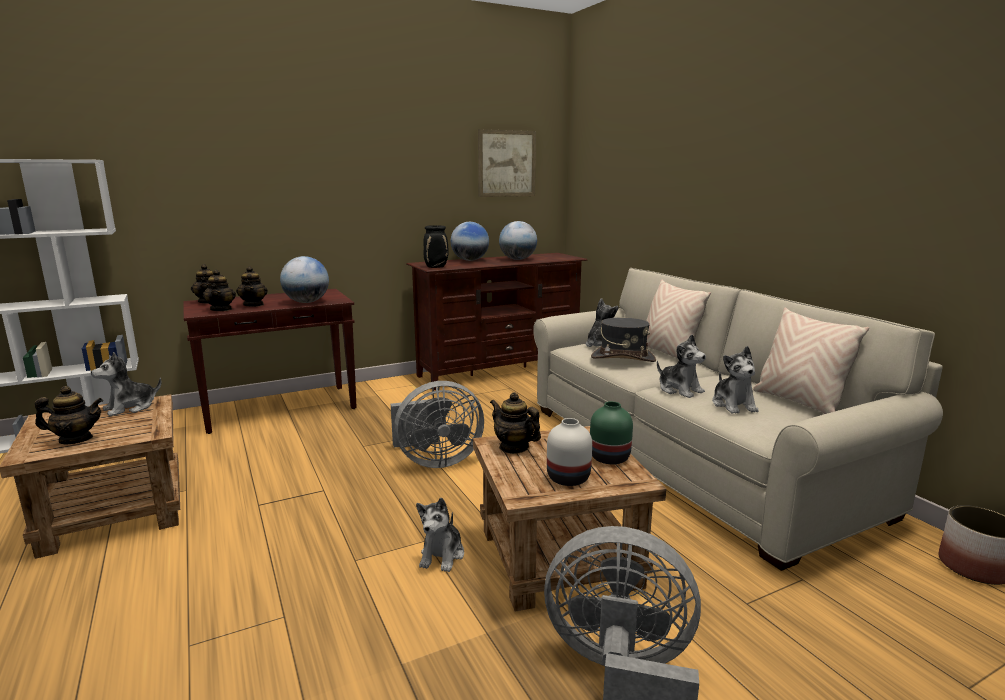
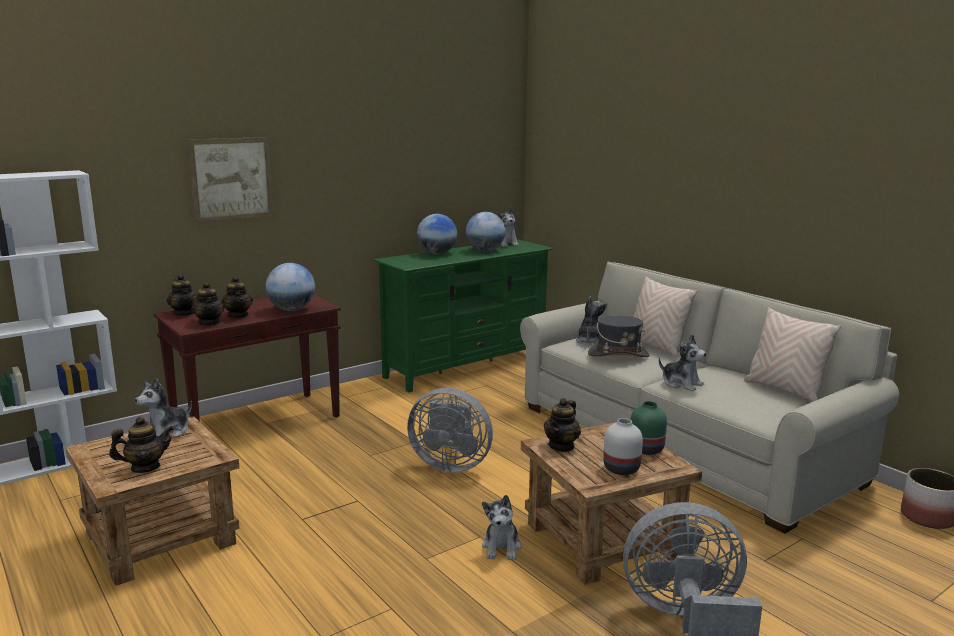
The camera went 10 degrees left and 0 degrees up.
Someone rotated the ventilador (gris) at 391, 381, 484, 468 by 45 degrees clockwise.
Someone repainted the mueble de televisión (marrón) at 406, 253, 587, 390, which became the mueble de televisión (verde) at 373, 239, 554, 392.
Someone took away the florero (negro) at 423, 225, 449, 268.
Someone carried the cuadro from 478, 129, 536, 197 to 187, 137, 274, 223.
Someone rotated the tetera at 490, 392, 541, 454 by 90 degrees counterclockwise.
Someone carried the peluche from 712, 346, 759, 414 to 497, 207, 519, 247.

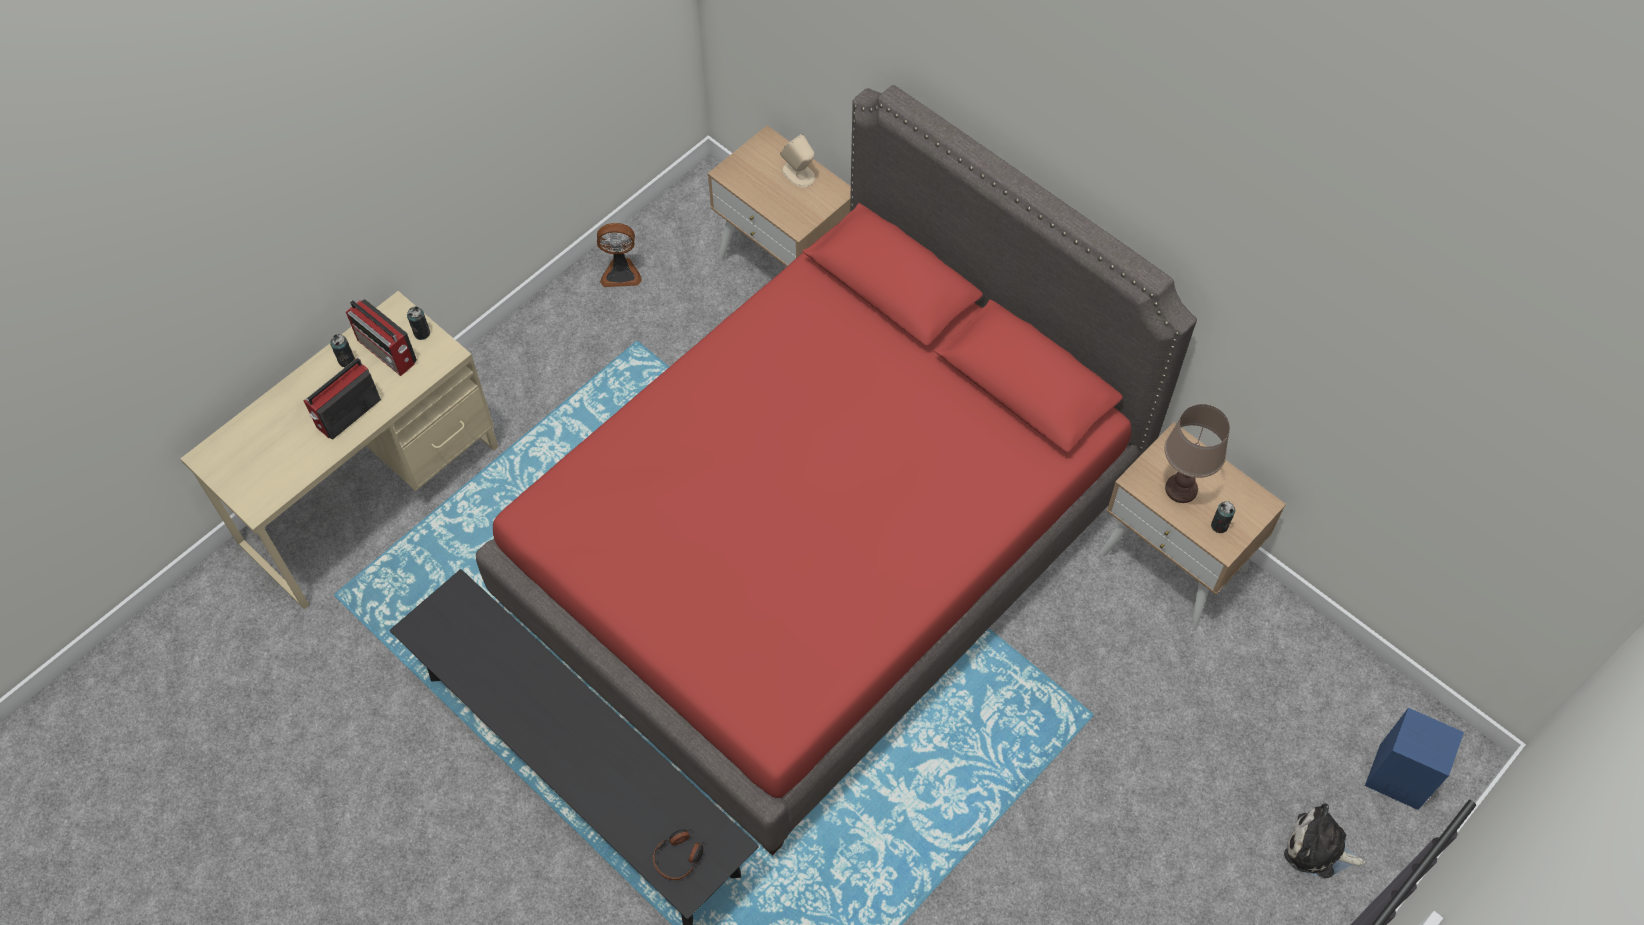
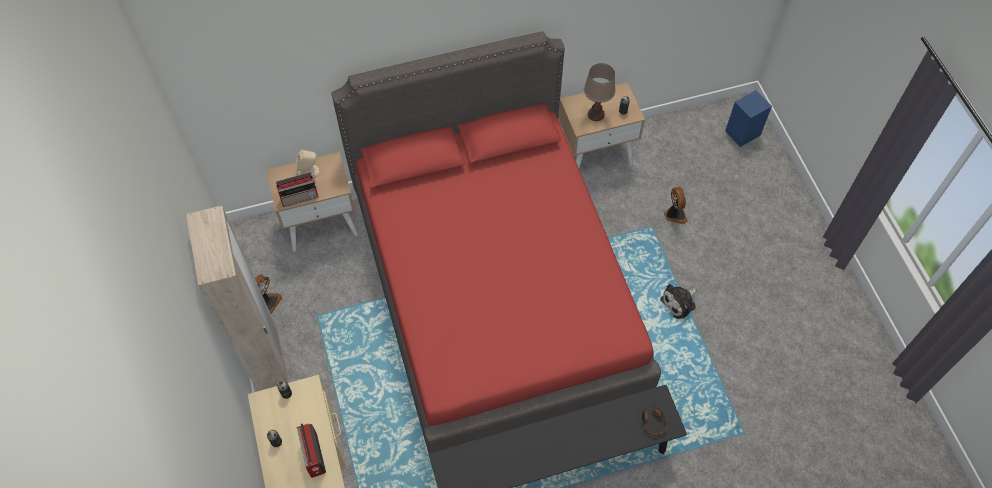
The camera went 60 degrees left and 0 degrees up.
Someone carried the radio from 346, 299, 417, 376 to 276, 172, 319, 207.
Someone carried the peluche from 1284, 804, 1365, 878 to 660, 284, 697, 319.
Someone put down the armario ropero (beis) at 186, 206, 289, 391.
Someone put down the ventilador at 664, 187, 688, 224.

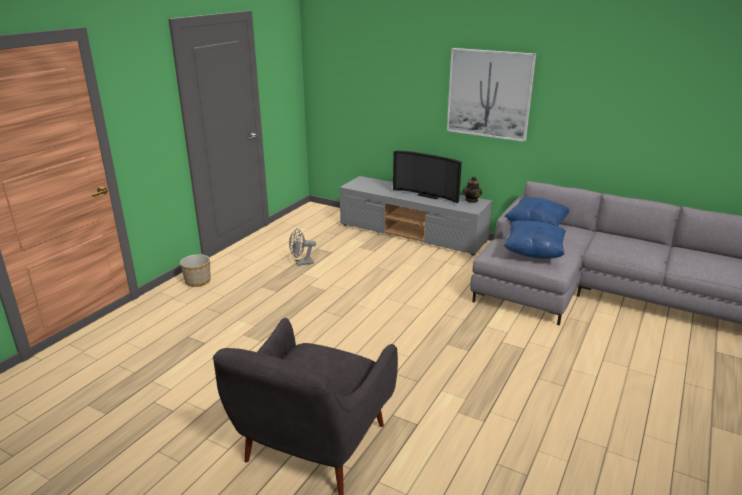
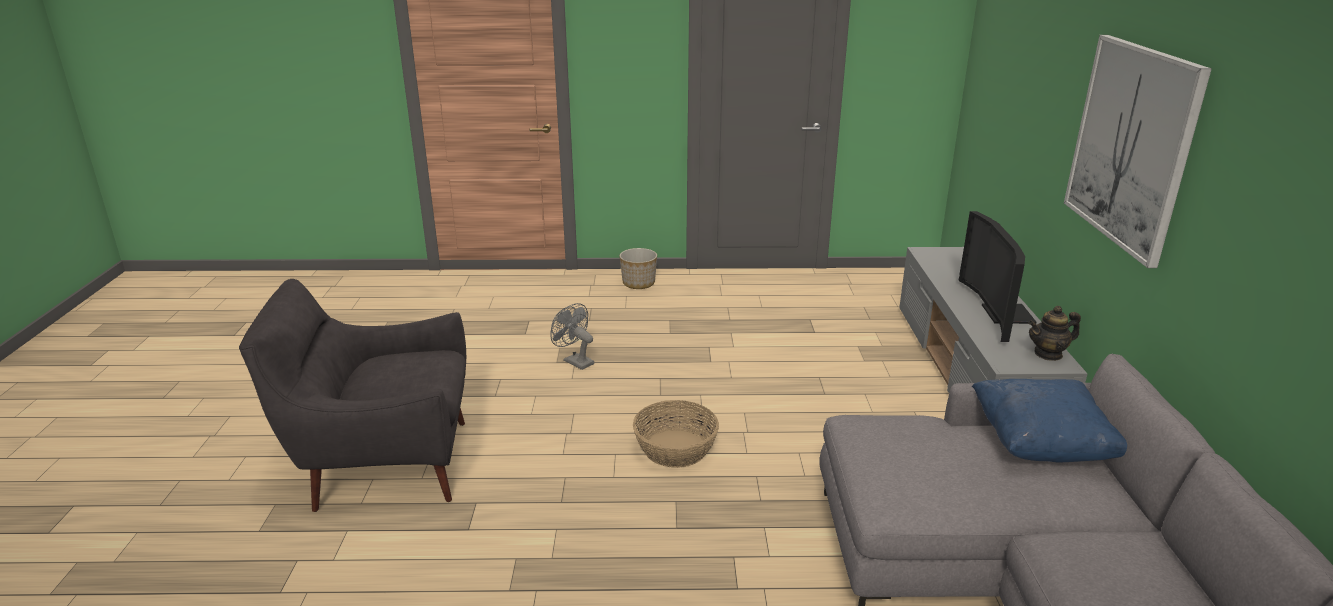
The camera went 60 degrees right and 0 degrees up.
Someone carried the ventilador (gris) from 289, 228, 316, 266 to 550, 303, 594, 370.
Someone took away the cojín (azul) at 503, 220, 566, 259.
Someone put down the cesta at 633, 400, 719, 468.

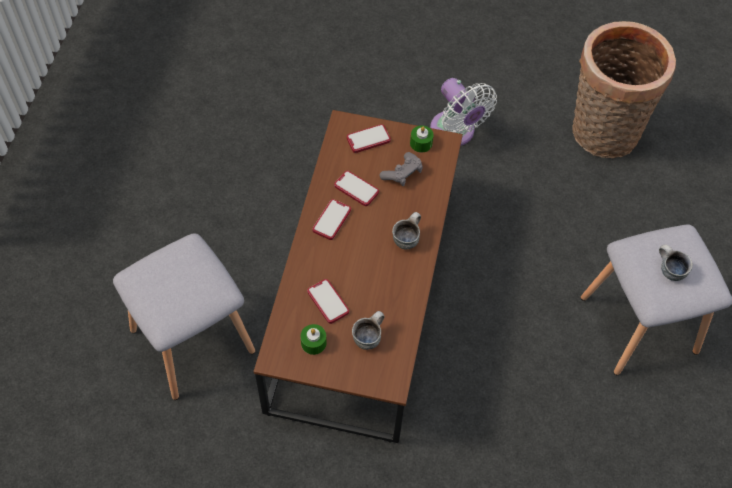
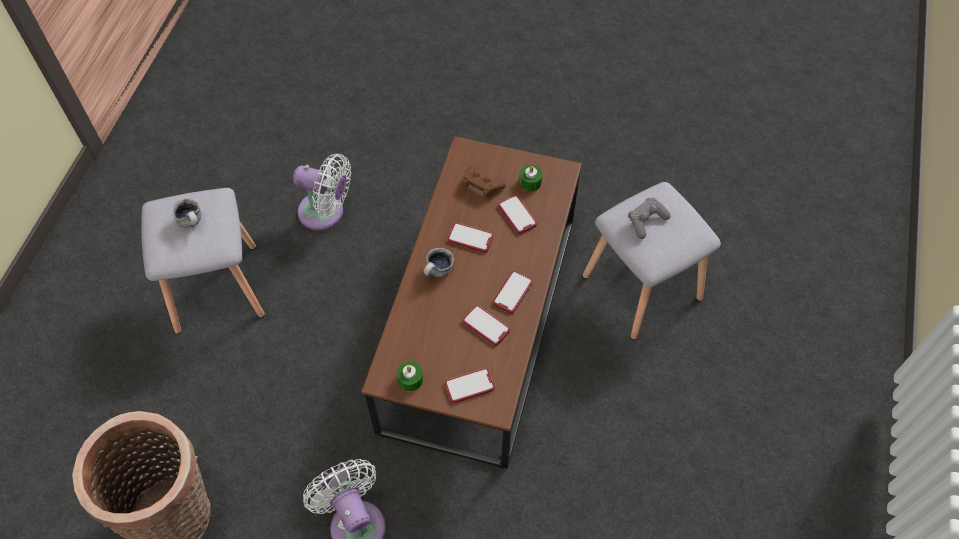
The camera went 175 degrees left and 0 degrees up.
Someone swapped the taza grande at 352, 311, 384, 350 for the mando de consola (marrón) at 463, 166, 506, 198.
Someone carried the mando de consola (gris) from 380, 152, 423, 186 to 628, 198, 671, 239.
Someone put down the ventilador (blanco) at 293, 154, 351, 230.
Someone put down the móvil at 448, 223, 493, 253.

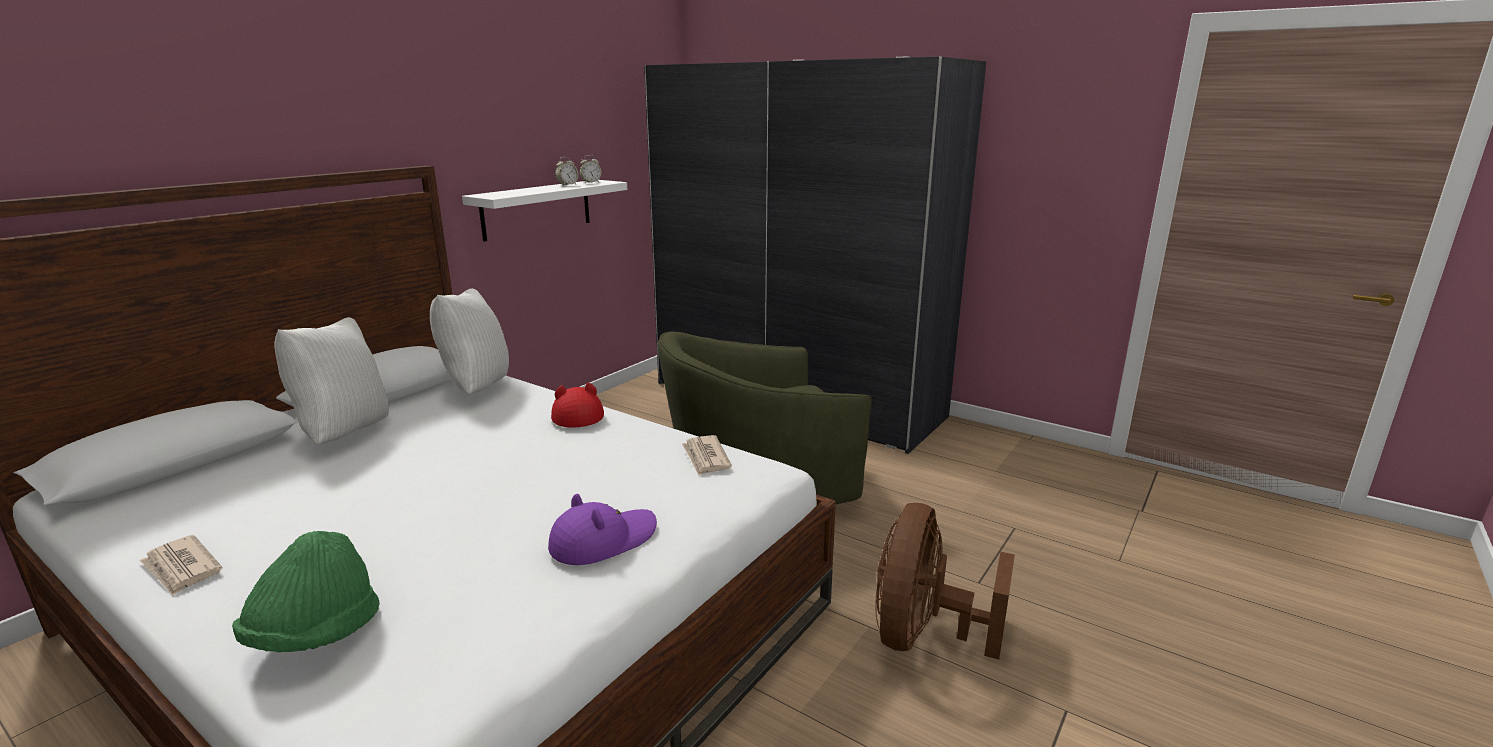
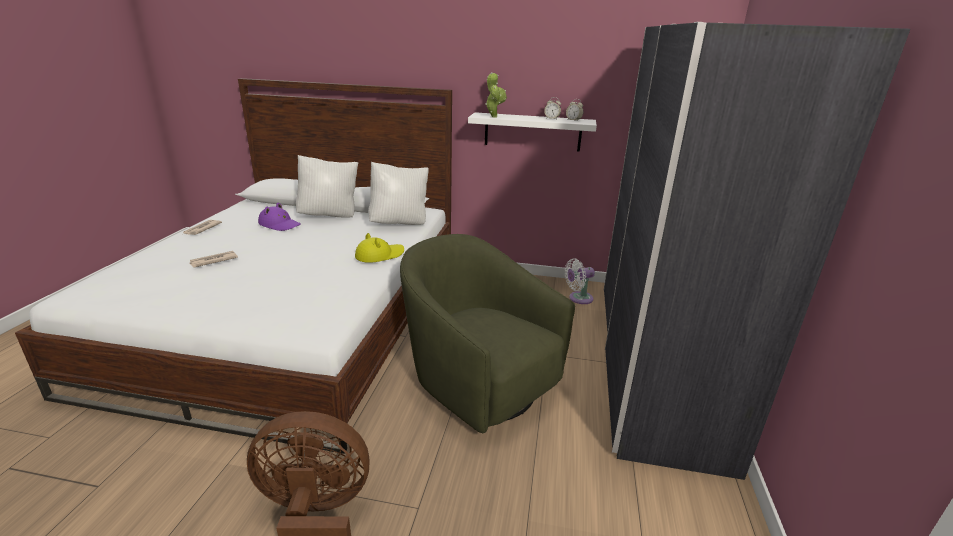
The camera went 65 degrees right and 5 degrees up.
Someone took away the sombrero (verde) at 232, 531, 380, 652.
Someone carried the sombrero (morado) from 548, 494, 657, 565 to 258, 203, 301, 231.
Someone repainted the sombrero (rojo) at 551, 383, 604, 428, which became the sombrero (amarillo) at 355, 233, 404, 263.
Someone carried the periódico from 682, 435, 732, 476 to 189, 251, 238, 268.
Someone put down the planta en maceta at 485, 72, 507, 118.
Someone put down the ventilador (blanco) at 565, 258, 595, 304.

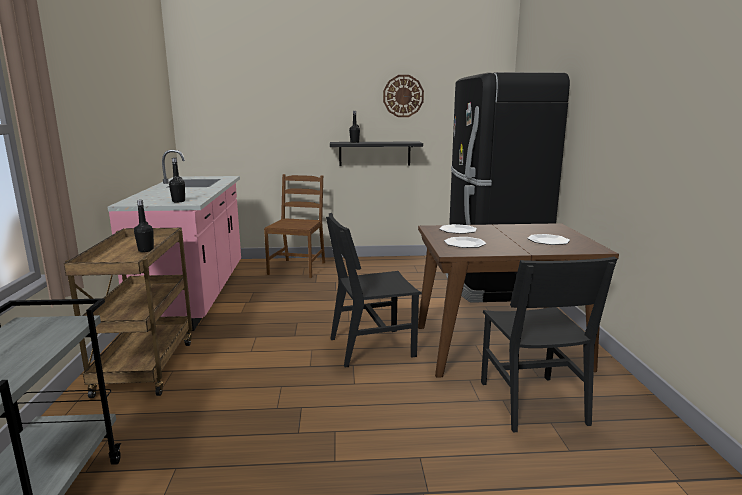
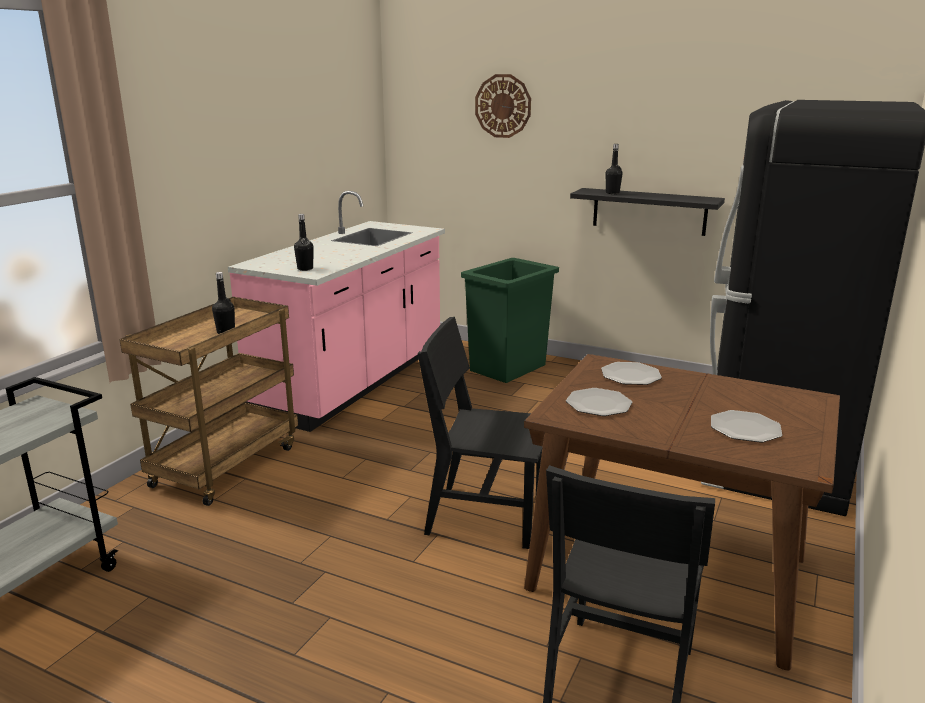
The camera went 30 degrees right and 5 degrees up.
Someone swapped the silla (marrón) at 264, 174, 325, 278 for the papelera (verde) at 461, 258, 559, 383.
Someone carried the reloj de pared from 383, 75, 424, 117 to 475, 74, 531, 138.

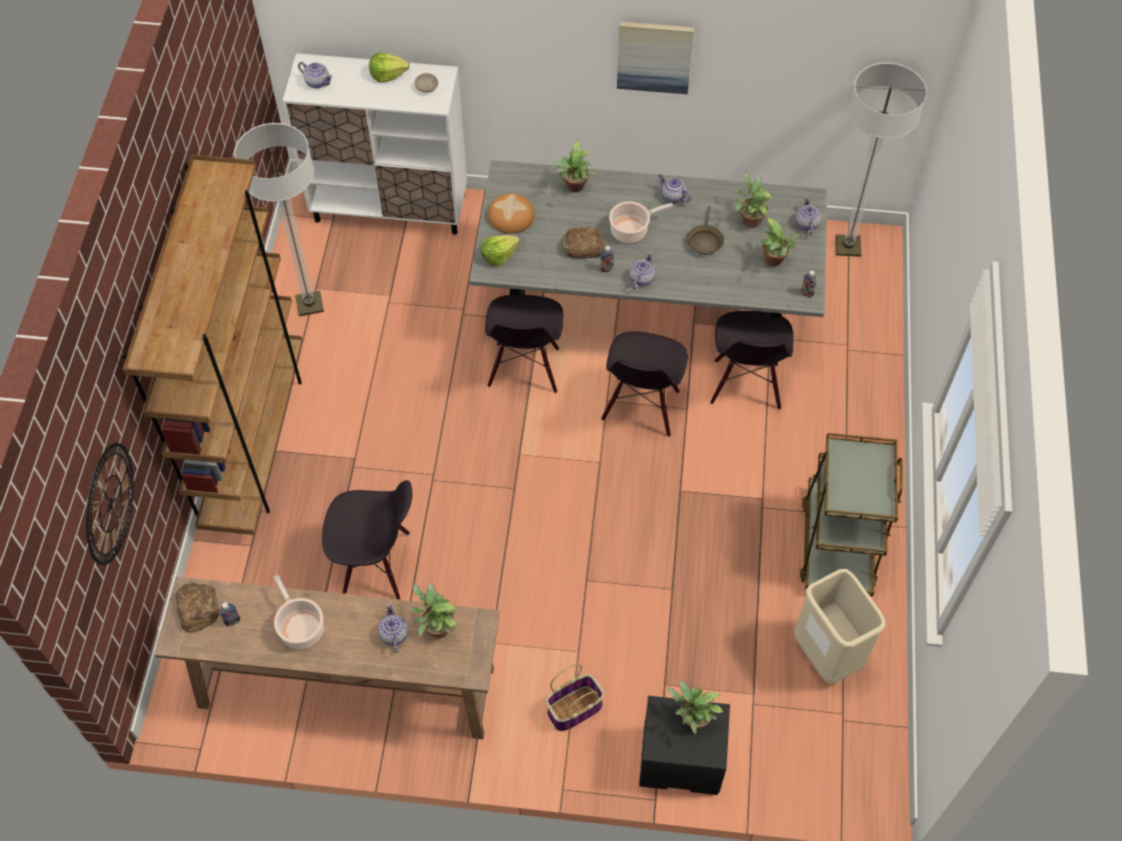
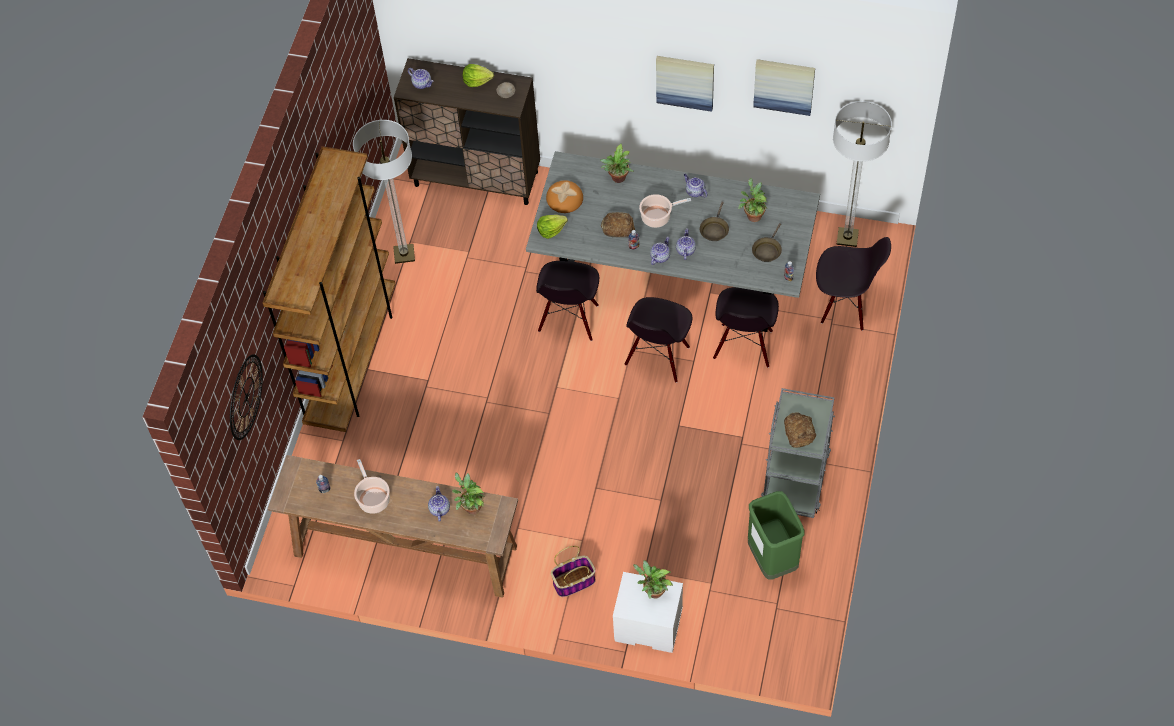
The camera went 10 degrees right and 0 degrees up.
Someone carried the pan from 176, 582, 220, 632 to 784, 413, 816, 448.
Someone repainted the armario (blanco) at 283, 53, 467, 235, which became the armario (marrón) at 394, 58, 540, 205.
Someone carried the silla (negro) from 322, 480, 412, 600 to 816, 237, 891, 331.
Someone repainted the mesita de noche (negro) at 639, 696, 730, 795, which became the mesita de noche (blanco) at 613, 572, 683, 653.
Someone swapped the planta en maceta at 761, 218, 800, 267 for the sartén (marrón) at 752, 223, 782, 262.
Someone repainted the papelera (beis) at 794, 569, 886, 684, which became the papelera (verde) at 748, 491, 805, 580.
Someone carried the tetera from 795, 196, 821, 235 to 676, 228, 696, 260.
Someone repainted the carrito (marrón) at 800, 433, 903, 596, which became the carrito (gris) at 761, 388, 835, 518.
Someone put up the cuadro at 753, 59, 815, 116.

